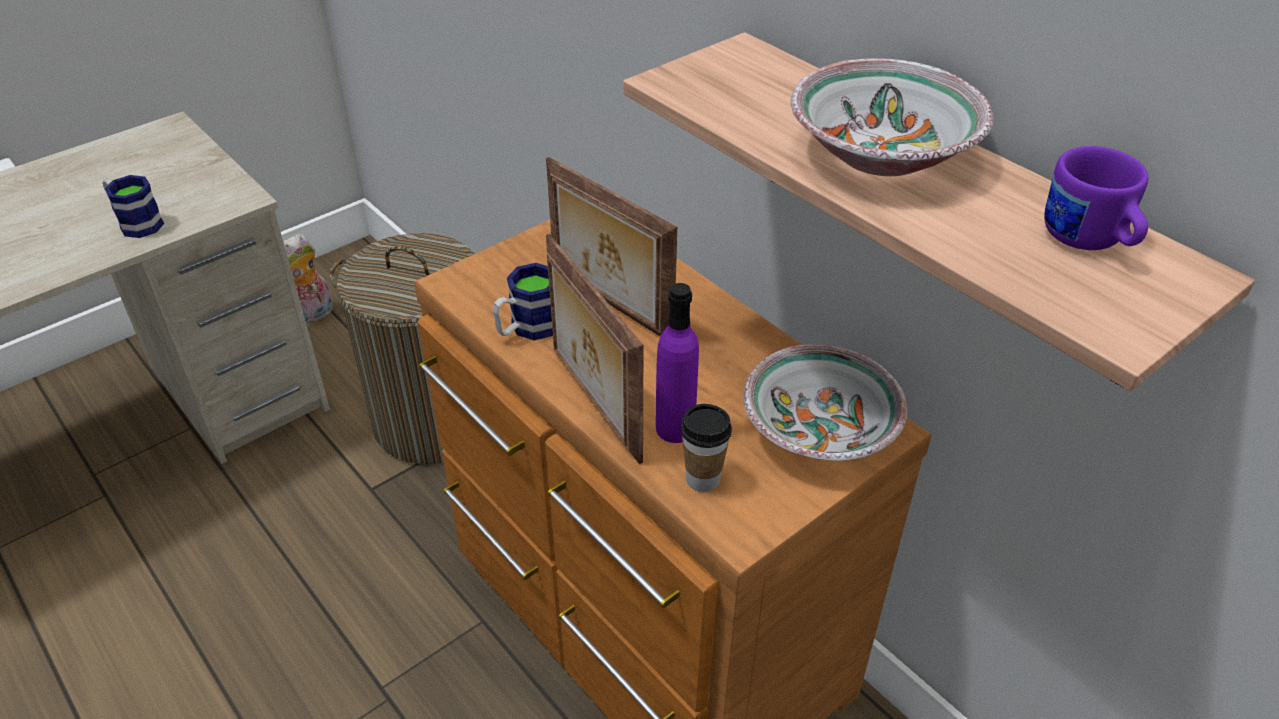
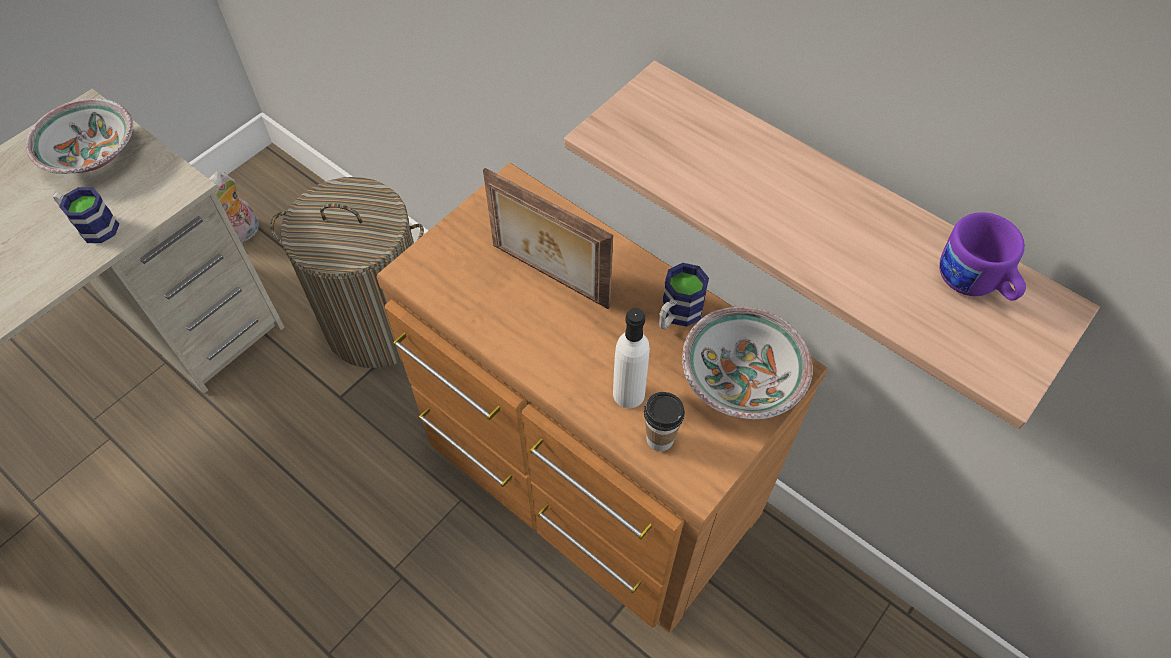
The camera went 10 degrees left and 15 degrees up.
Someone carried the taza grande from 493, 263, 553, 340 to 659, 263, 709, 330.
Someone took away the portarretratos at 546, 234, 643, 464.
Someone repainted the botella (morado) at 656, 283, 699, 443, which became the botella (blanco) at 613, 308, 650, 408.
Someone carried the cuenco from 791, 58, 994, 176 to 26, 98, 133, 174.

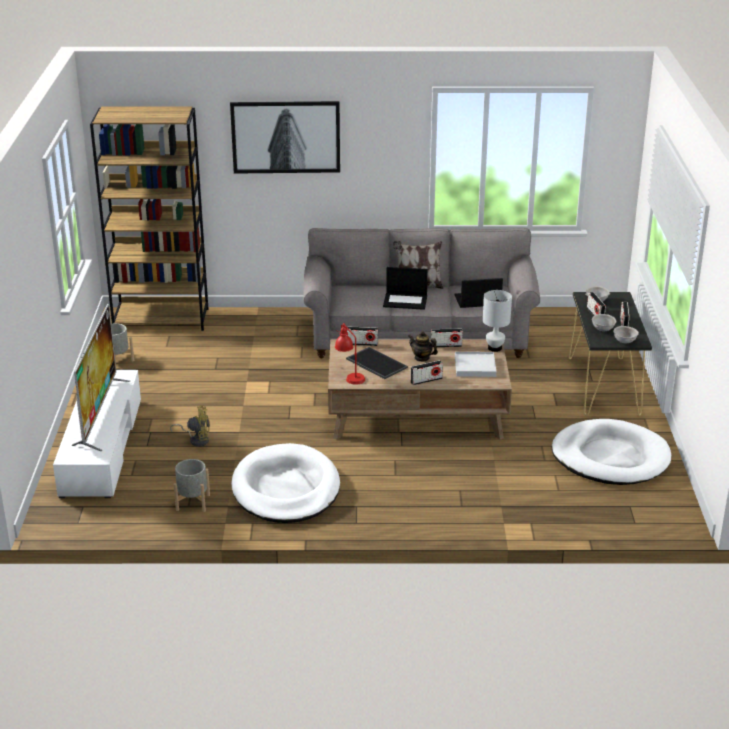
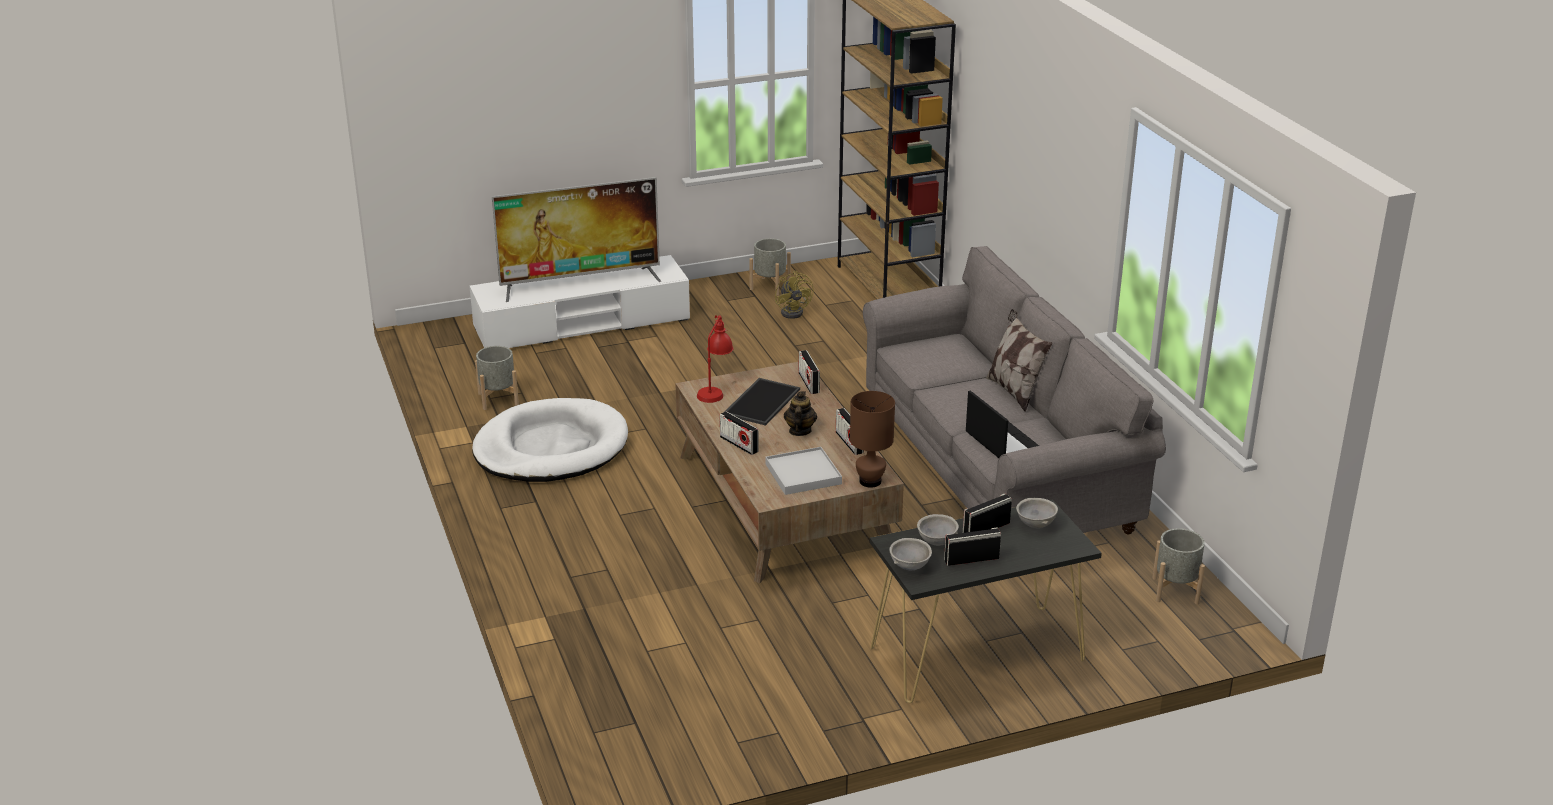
The camera went 70 degrees right and 0 degrees up.
Someone carried the ventilador (amarillo) from 170, 405, 210, 447 to 775, 271, 814, 319.
Someone took away the cuadro at 230, 101, 340, 174.
Someone took away the portátil at 383, 267, 428, 310.
Someone repainted the lámpara de mesa (blanco) at 483, 290, 512, 352, which became the lámpara de mesa (marrón) at 850, 391, 895, 488.
Someone took away the cama para perro (blanco) at 552, 419, 671, 485.
Someone put down the maceta (gris) at 1152, 528, 1205, 604.

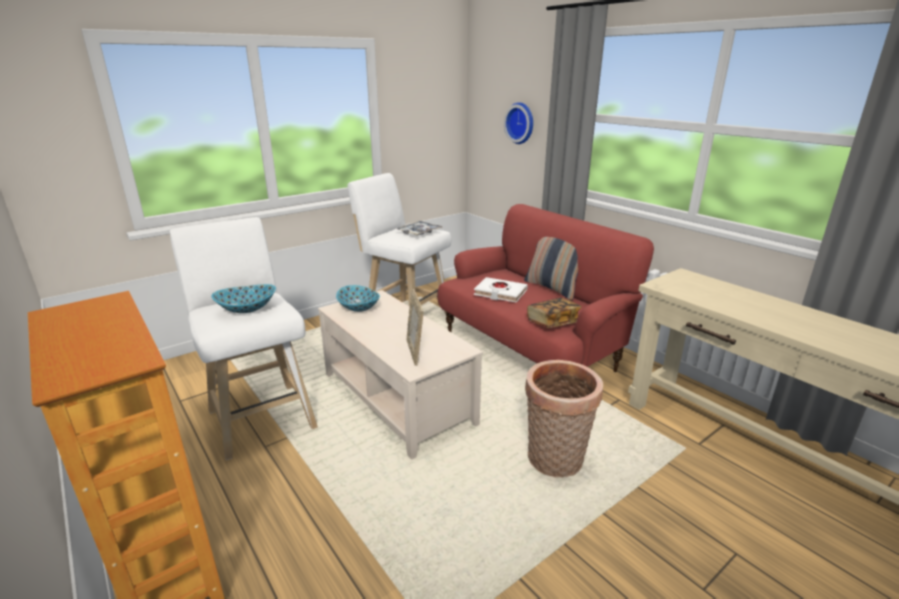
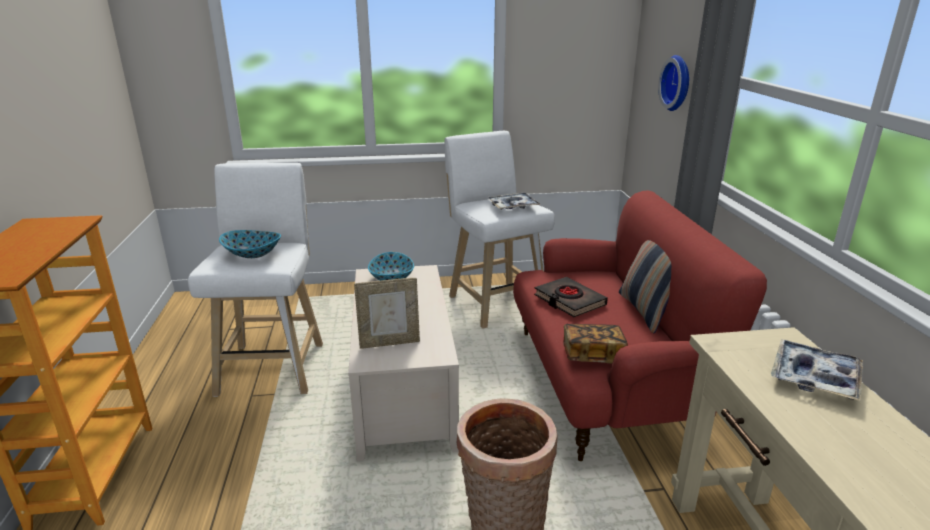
The camera went 30 degrees right and 0 degrees up.
Someone rotated the portarretratos at 407, 289, 423, 366 by 120 degrees counterclockwise.
Someone repainted the libro (blanco) at 474, 277, 528, 302, which became the libro (negro) at 534, 277, 608, 317.
Someone put down the bandeja at 771, 339, 863, 401.

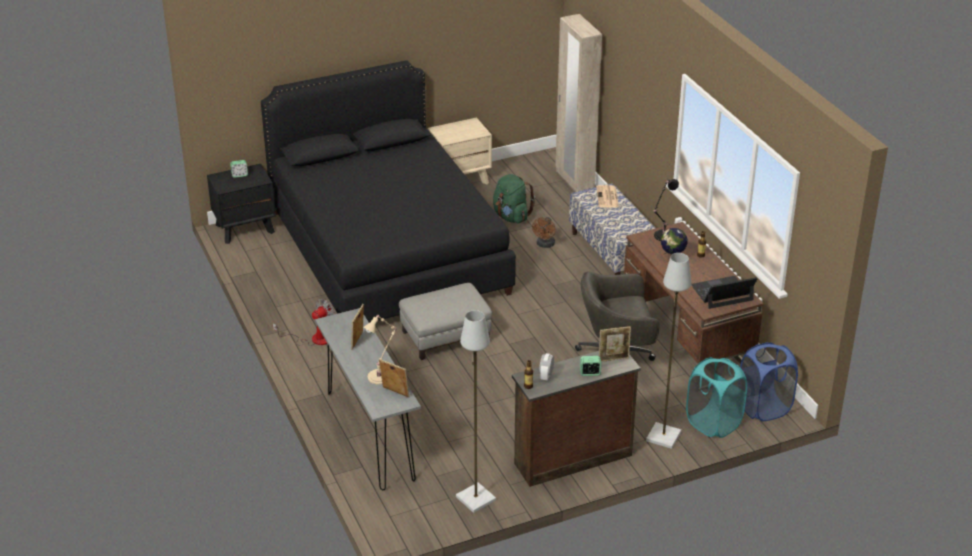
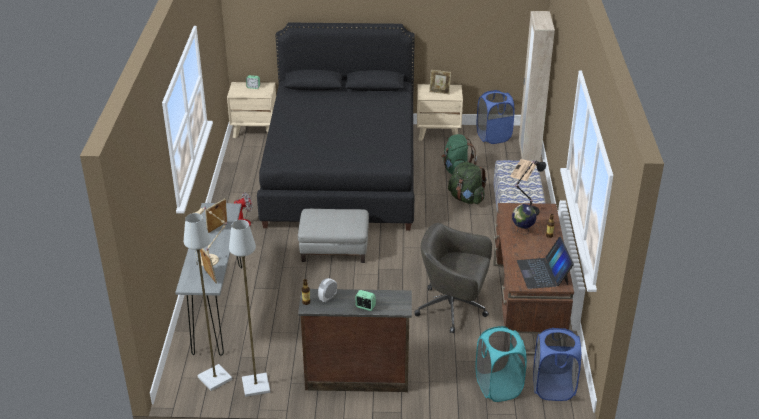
The camera went 25 degrees right and 0 degrees up.
Someone repainted the mesita de noche (negro) at 207, 164, 276, 244, which became the mesita de noche (beis) at 227, 82, 276, 138.
Someone swapped the ventilador (marrón) at 532, 217, 556, 248 for the mochila (verde) at 448, 161, 487, 204.
Someone carried the portarretratos from 599, 326, 631, 362 to 429, 70, 451, 94.
Someone carried the lámpara de pie (gris) from 646, 253, 692, 449 to 184, 213, 232, 391.
Someone rotated the portátil at 691, 276, 757, 309 by 105 degrees counterclockwise.
Someone put down the cesto de la ropa (azul) at 477, 90, 515, 144.

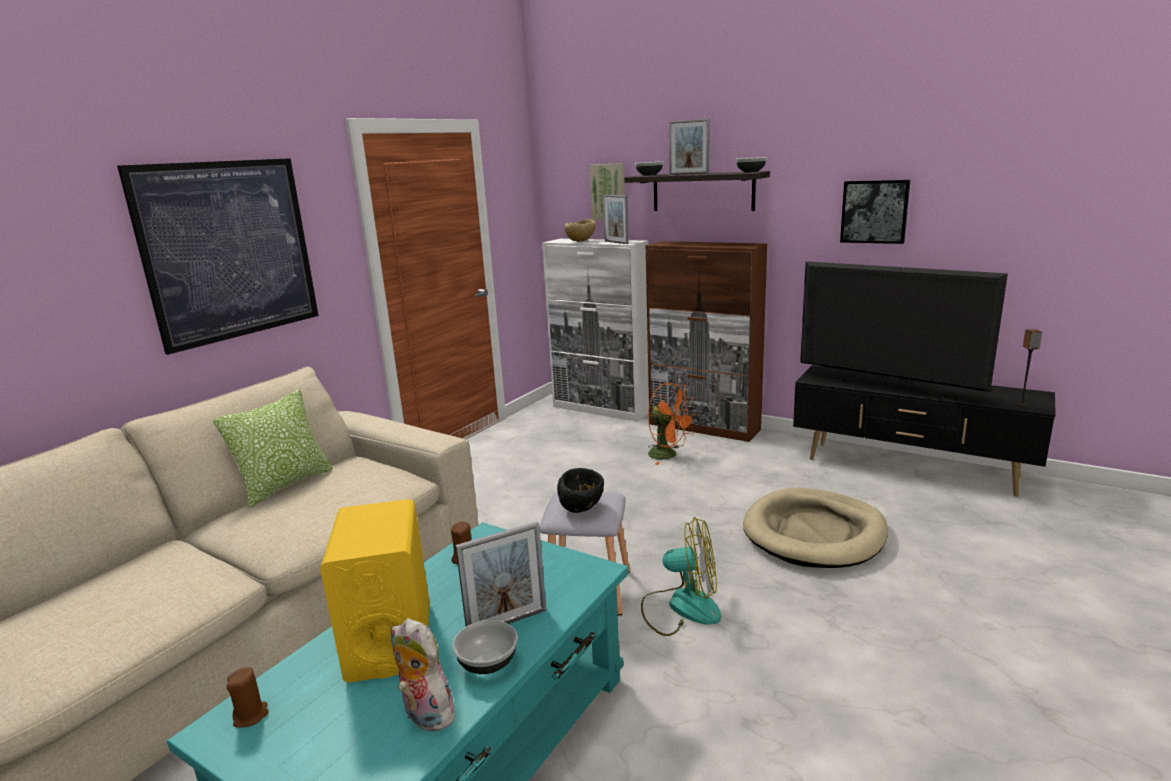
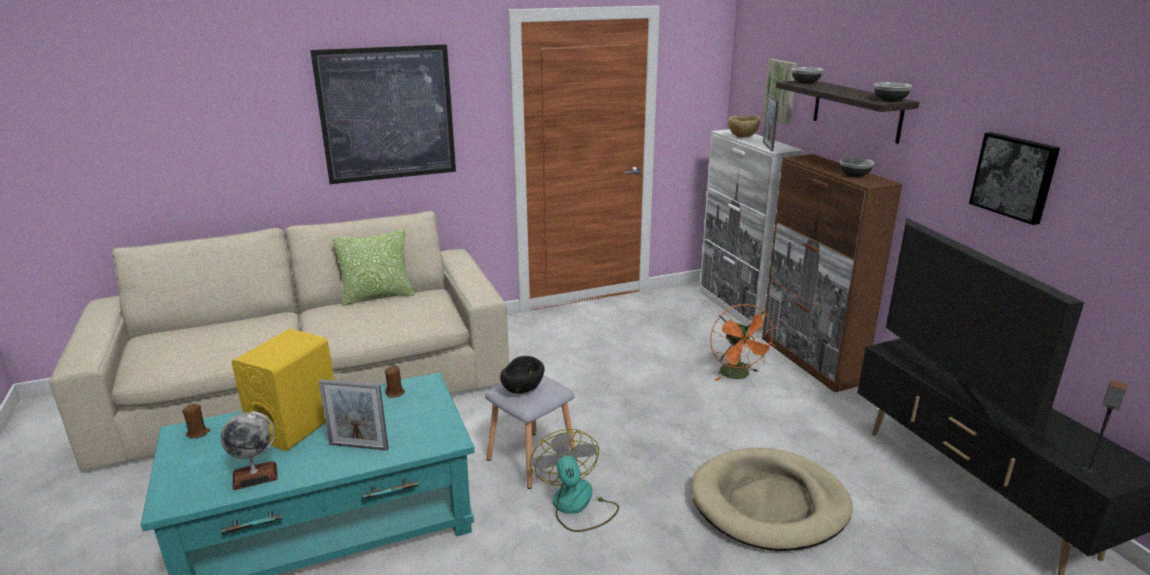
The camera went 35 degrees right and 5 degrees up.
Someone swapped the peluche at 391, 618, 461, 731 for the globo terráqueo at 221, 411, 278, 490.
Someone carried the cuenco from 452, 620, 518, 674 to 839, 157, 874, 177.
Someone rotated the ventilador at 641, 517, 721, 636 by 150 degrees counterclockwise.
Someone took away the portarretratos at 669, 119, 710, 175.

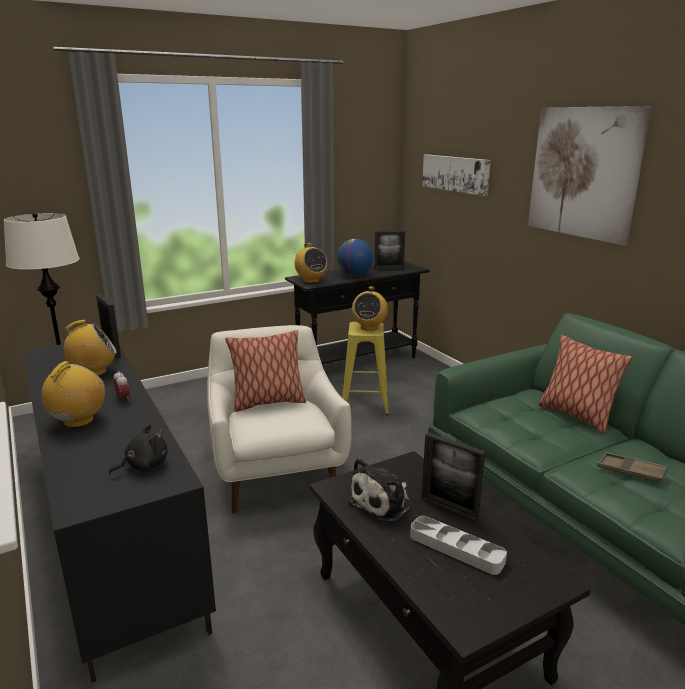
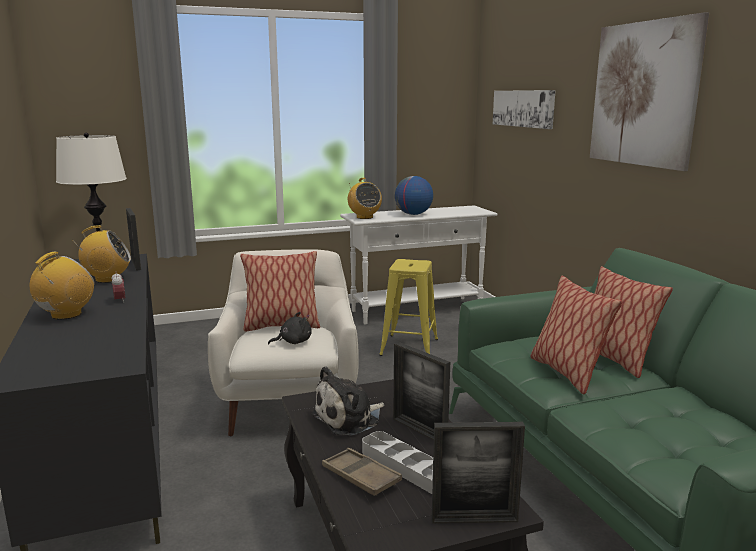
The camera went 10 degrees right and 5 degrees down.
Someone carried the peluche (negro) from 109, 425, 168, 474 to 268, 312, 312, 344.
Someone repainted the mesa consola (negro) at 285, 261, 430, 364, which became the mesa consola (blanco) at 340, 205, 498, 324.
Someone took away the radio at 352, 286, 388, 330.
Someone carried the portarretratos from 374, 231, 405, 270 to 432, 422, 525, 524.
Someone carried the bandeja (marrón) from 597, 452, 668, 482 to 322, 448, 402, 496.
Someone put down the cojín at 531, 276, 622, 394.

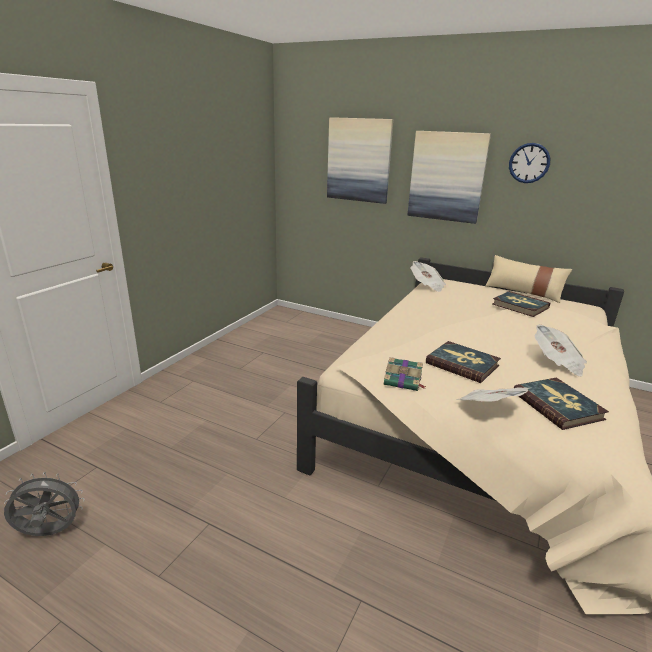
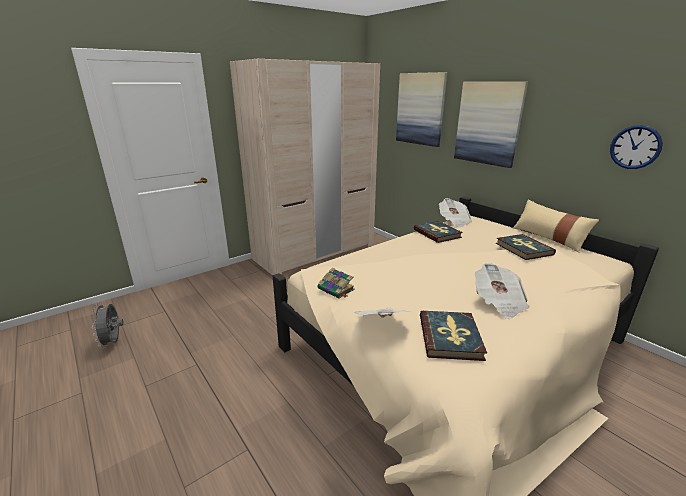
The camera went 25 degrees right and 0 degrees up.
Someone rotated the ventilador (gris) at 4, 472, 85, 536 by 120 degrees counterclockwise.
Someone carried the libro from 426, 341, 501, 383 to 414, 221, 463, 243.
Someone carried the reloj de pared from 509, 143, 550, 183 to 610, 125, 663, 169.
Someone put down the armario ropero (beis) at 230, 59, 380, 275.

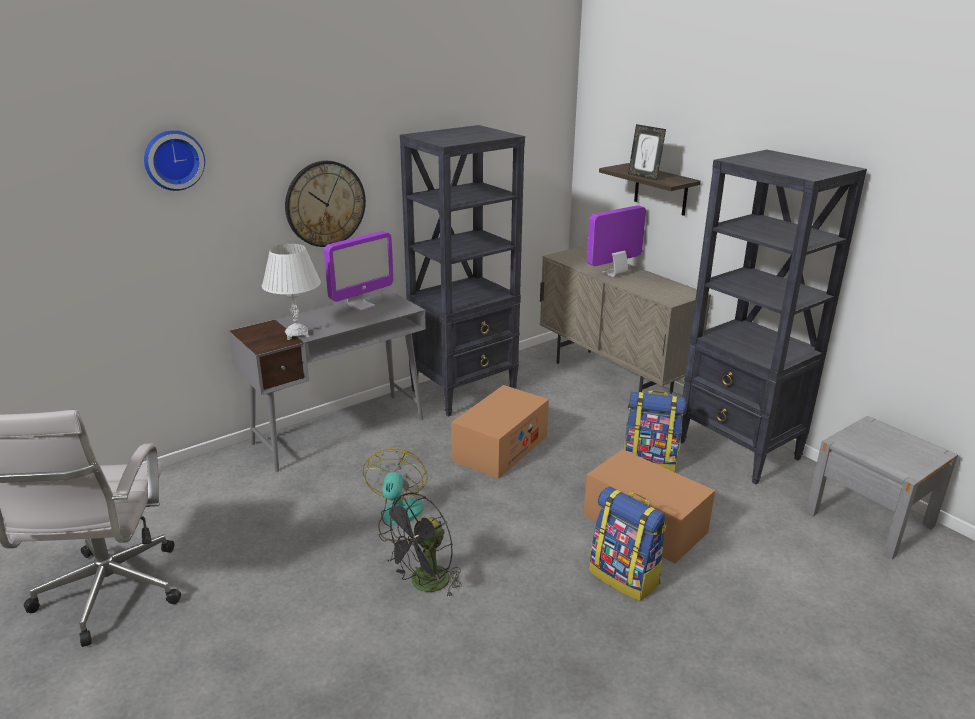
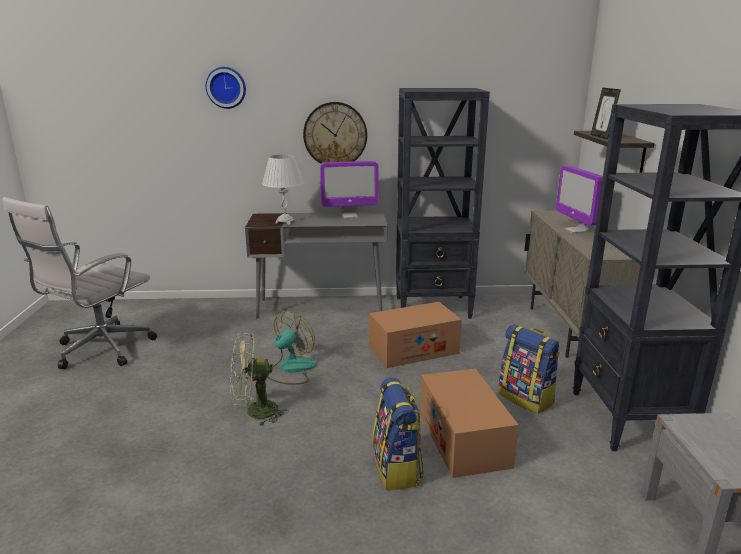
The camera went 35 degrees right and 5 degrees down.
Someone repainted the ventilador (negro) at 379, 493, 462, 598, which became the ventilador (verde) at 230, 333, 288, 427.
Someone rotated the monitor at 587, 205, 646, 277 by 105 degrees counterclockwise.

